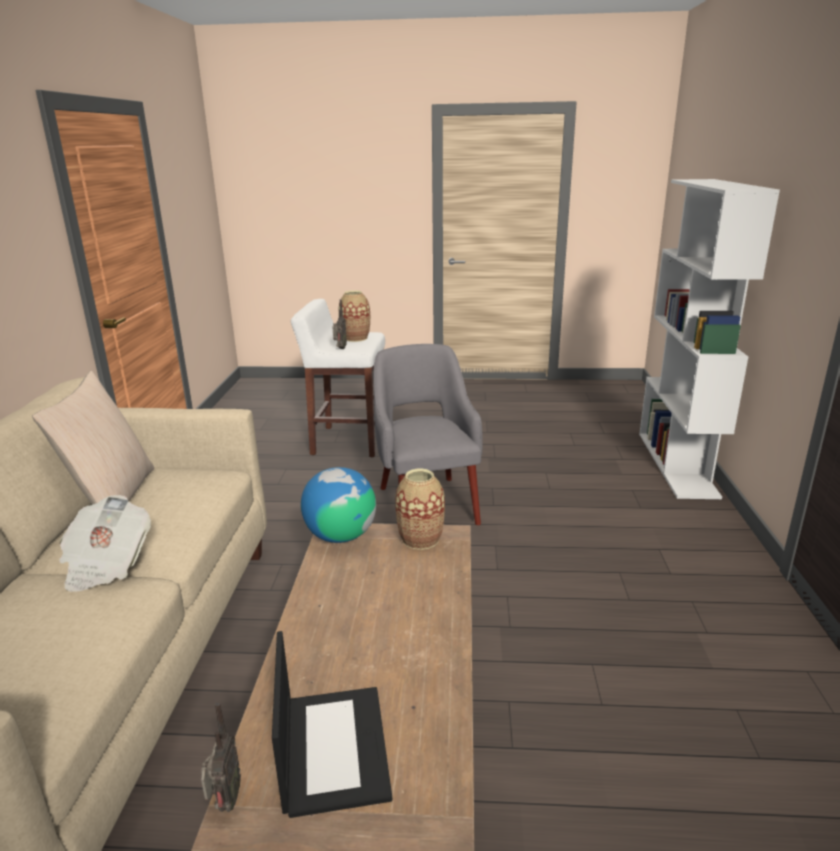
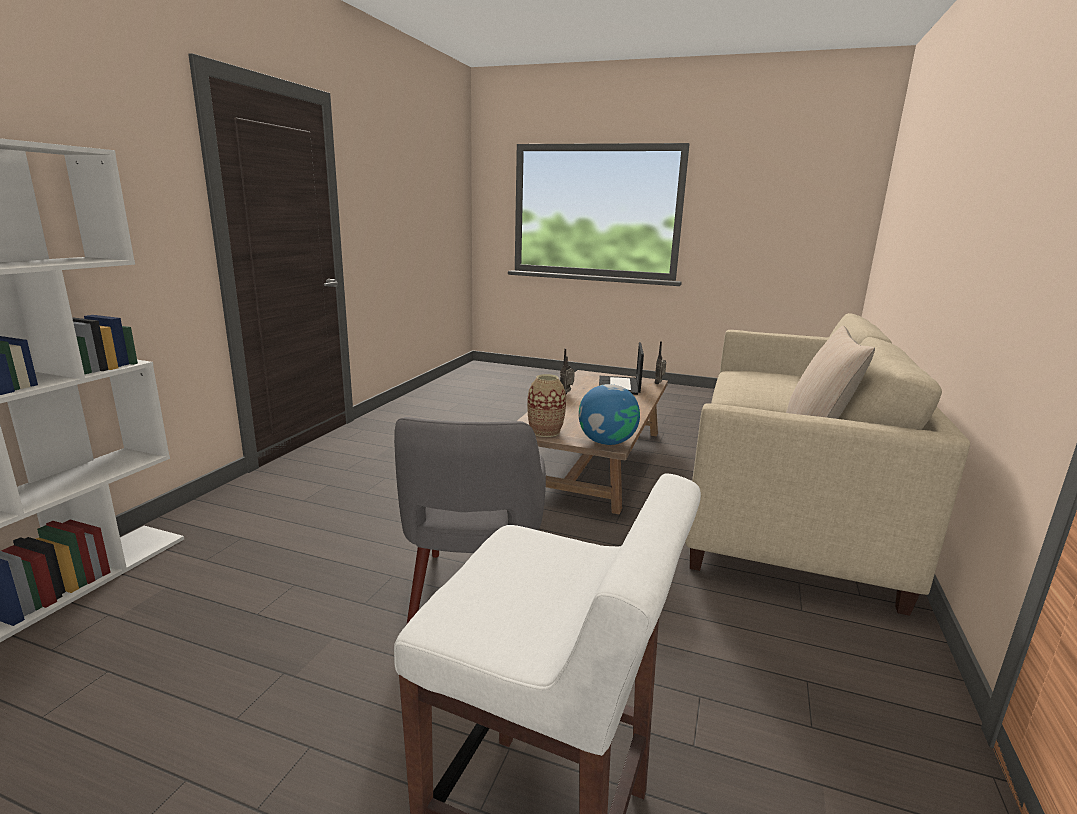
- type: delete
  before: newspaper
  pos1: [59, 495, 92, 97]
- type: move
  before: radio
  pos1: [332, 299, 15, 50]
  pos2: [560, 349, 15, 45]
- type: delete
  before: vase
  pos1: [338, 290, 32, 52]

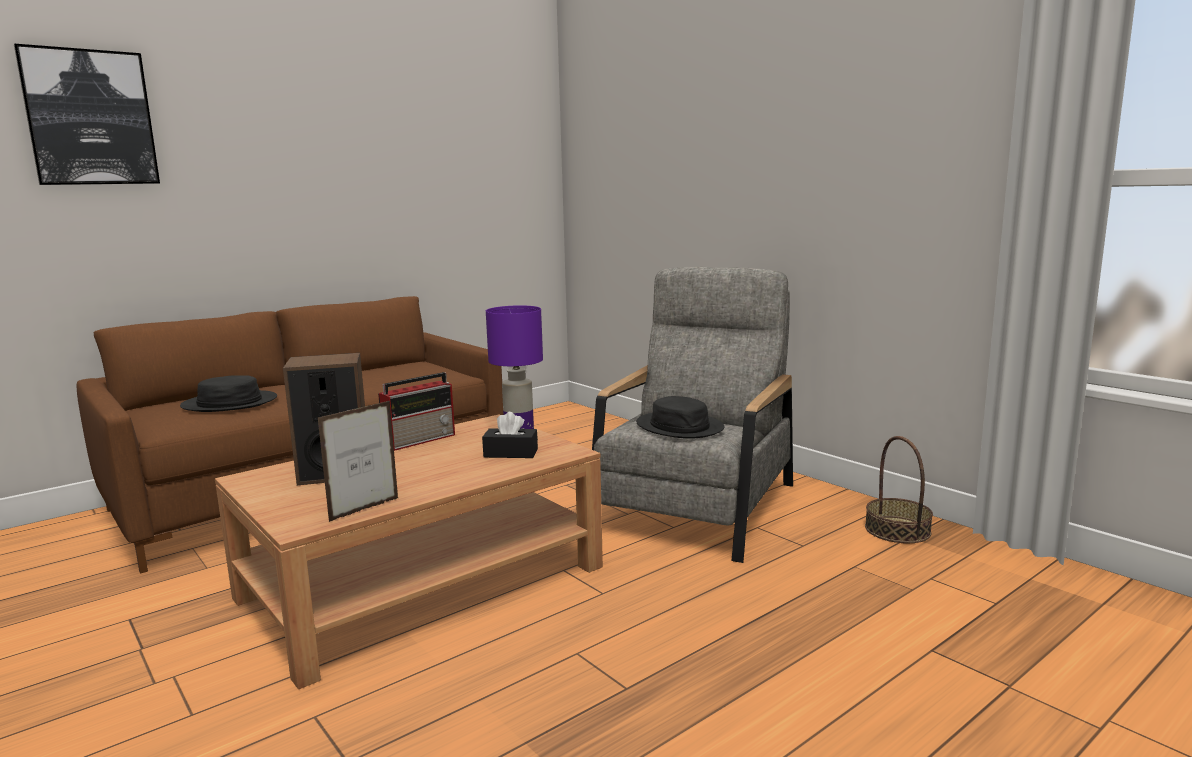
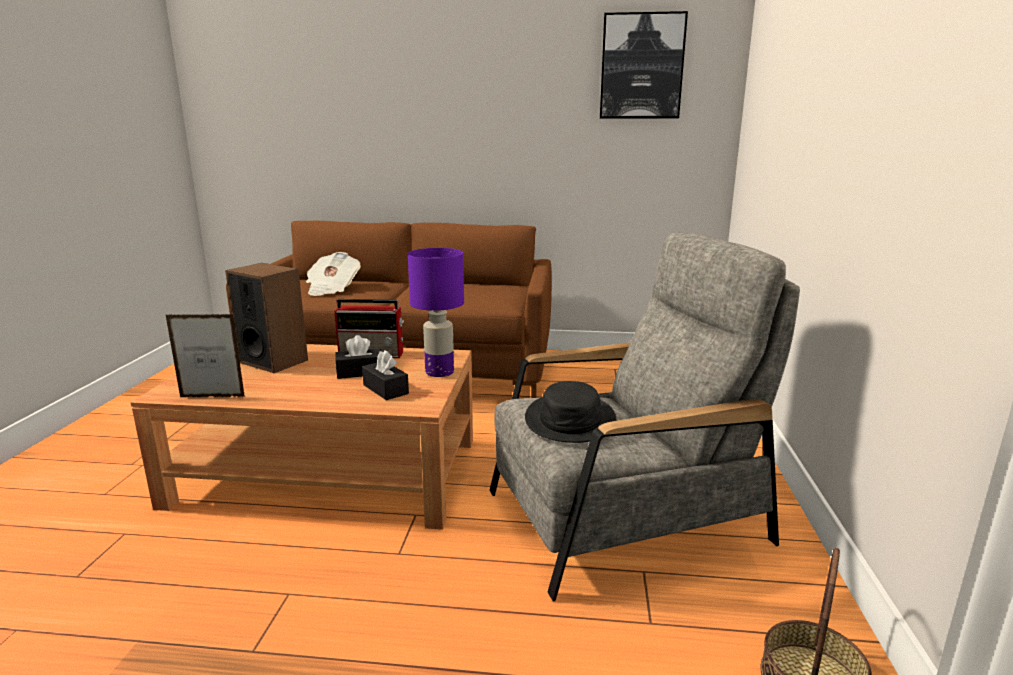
- type: move
  before: picture
  pos1: [14, 44, 146, 141]
  pos2: [600, 11, 88, 108]
- type: replace
  before: black hat
  after: newspaper
  pos1: [180, 375, 97, 37]
  pos2: [306, 252, 55, 44]
- type: insert
  after: black tissue box
  pos2: [335, 335, 47, 44]

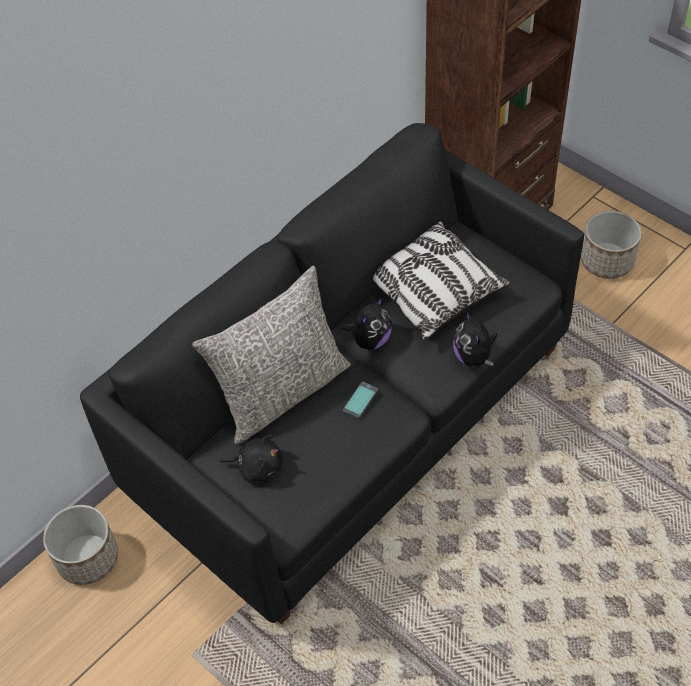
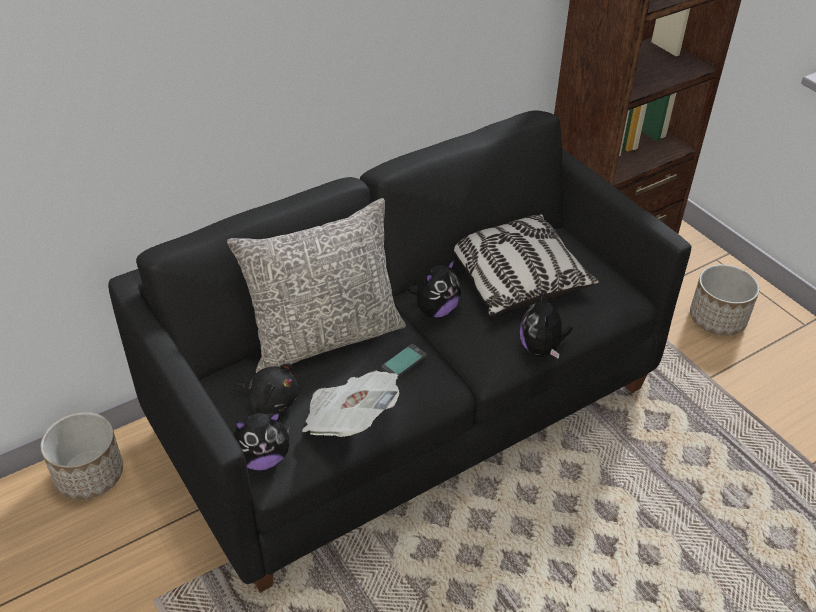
- type: insert
  after: plush toy
  pos2: [234, 412, 56, 59]
- type: insert
  after: newspaper
  pos2: [302, 371, 97, 66]

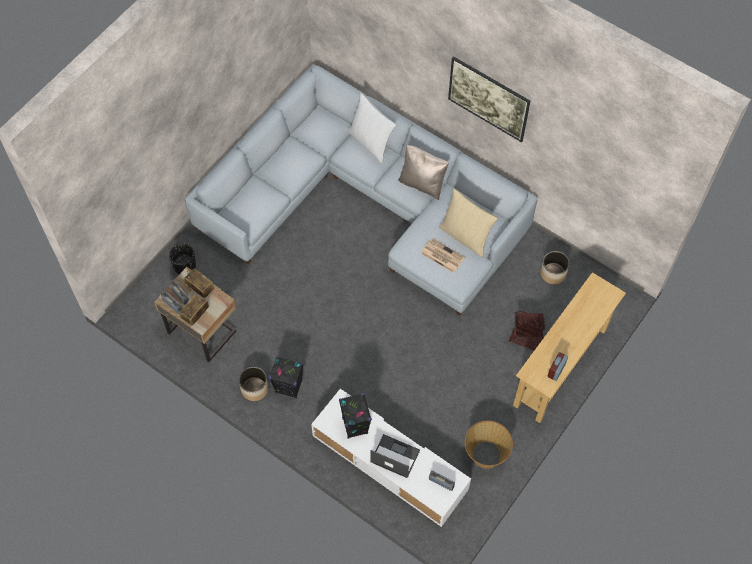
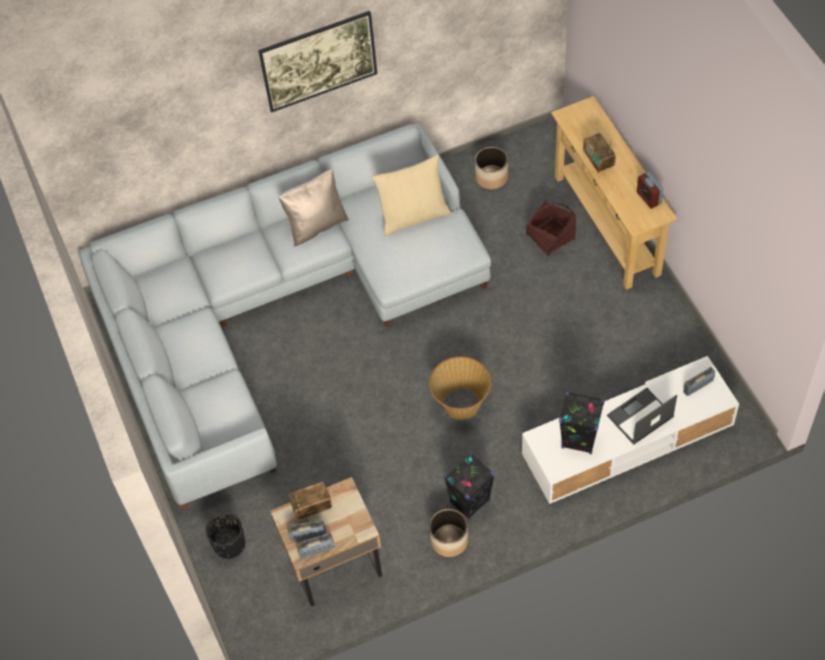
- type: move
  before: radio
  pos1: [179, 294, 30, 32]
  pos2: [583, 133, 33, 40]
- type: delete
  before: white pillow
  pos1: [347, 93, 49, 70]
- type: delete
  before: newspaper
  pos1: [420, 238, 45, 35]
- type: move
  before: basket
  pos1: [464, 420, 49, 49]
  pos2: [429, 356, 62, 64]

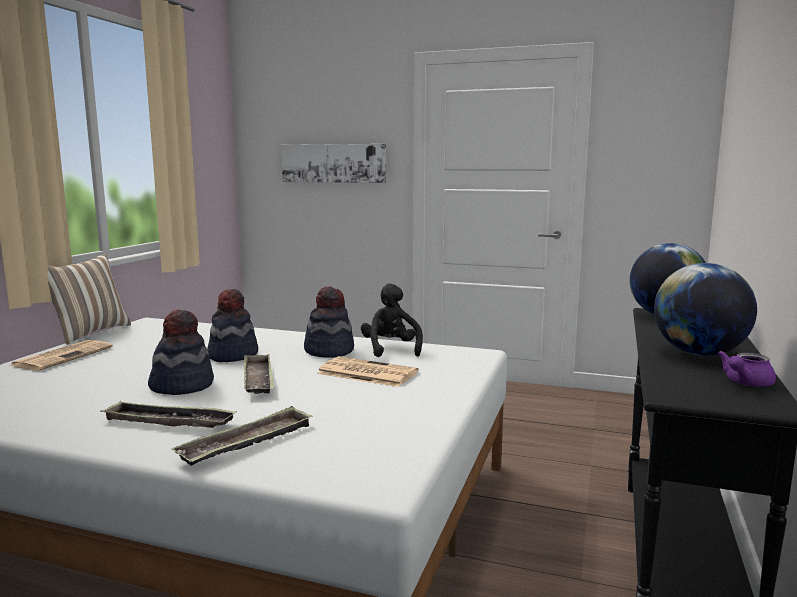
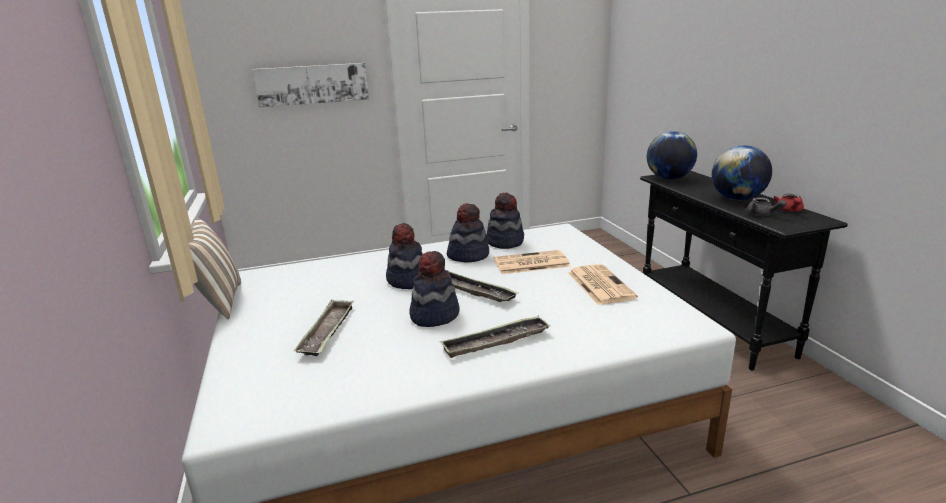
- type: move
  before: newspaper
  pos1: [10, 340, 103, 31]
  pos2: [568, 264, 70, 41]
- type: move
  before: tray
  pos1: [172, 406, 141, 60]
  pos2: [294, 299, 60, 57]
- type: replace
  before: black plush toy
  after: hat
  pos1: [361, 283, 62, 74]
  pos2: [487, 193, 37, 56]
- type: recolor
  before: purple teapot
  after: red teapot
  pos1: [717, 351, 59, 36]
  pos2: [773, 194, 31, 18]
- type: insert
  after: grey teapot
  pos2: [747, 197, 40, 19]

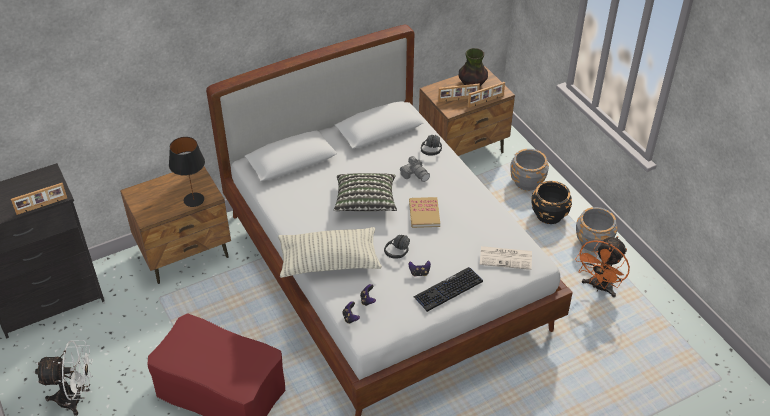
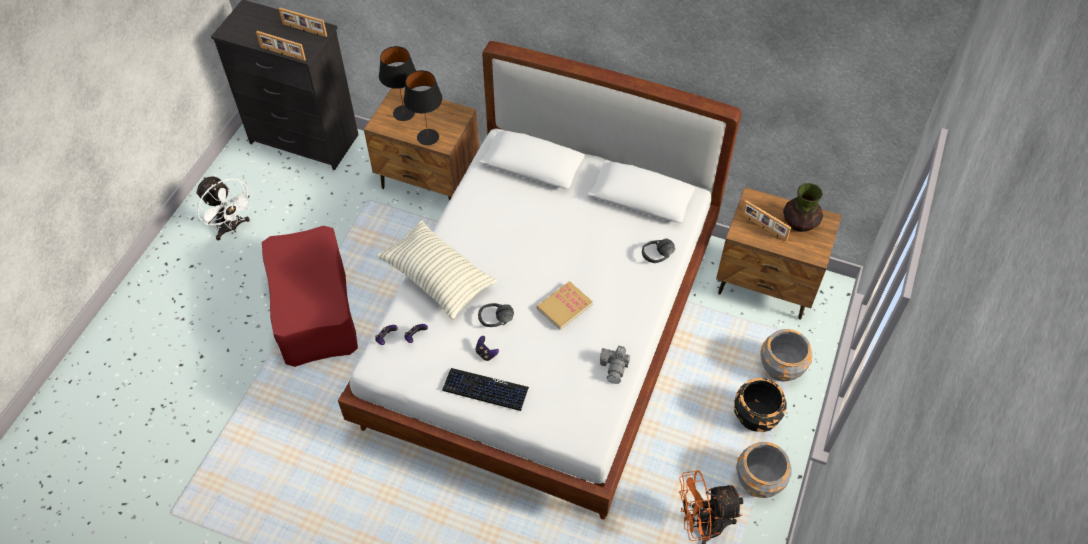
- type: delete
  before: pillow
  pos1: [334, 173, 63, 38]
- type: move
  before: photo camera
  pos1: [400, 156, 30, 26]
  pos2: [600, 346, 30, 38]
- type: move
  before: picture frame
  pos1: [468, 82, 37, 26]
  pos2: [279, 8, 48, 29]
- type: delete
  before: newspaper
  pos1: [480, 246, 52, 24]
- type: insert
  after: black table lamp
  pos2: [379, 46, 37, 75]

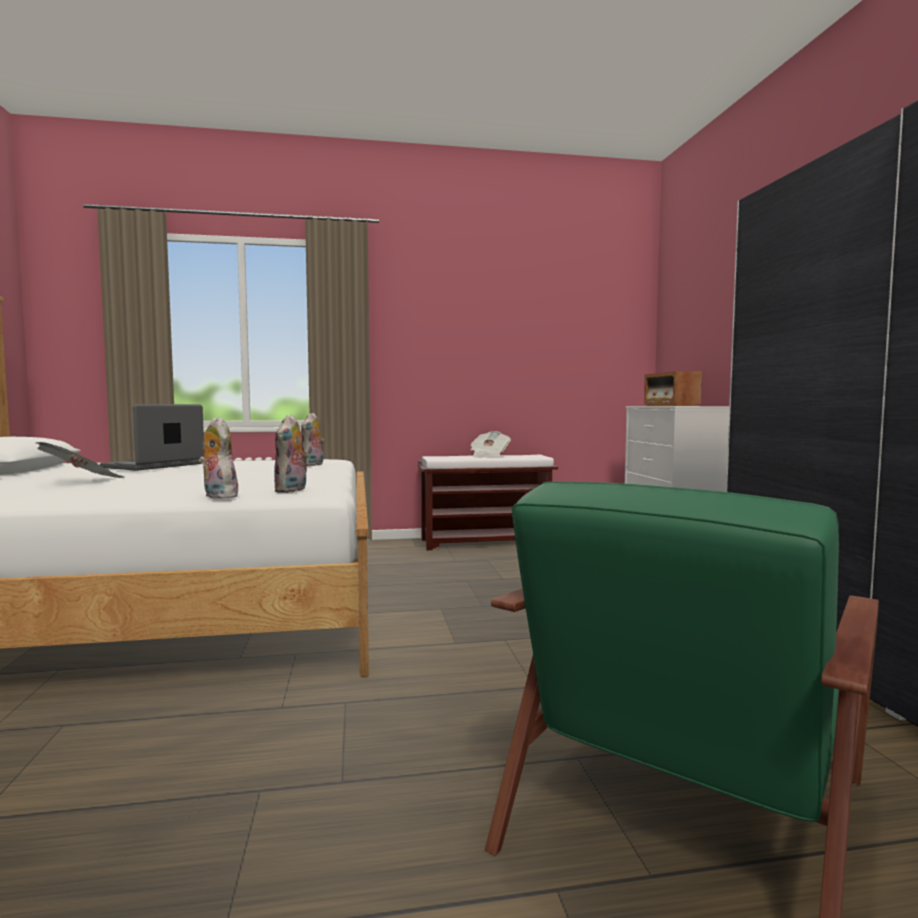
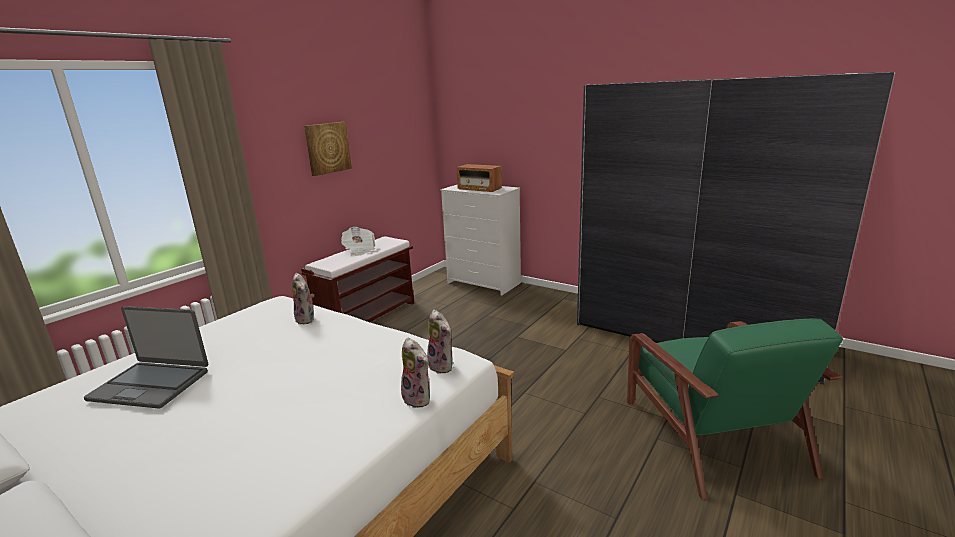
- type: delete
  before: newspaper
  pos1: [36, 442, 88, 36]
- type: rotate
  before: laptop
  pos1: [100, 404, 104, 67]
  pos2: [84, 306, 124, 102]
  turn: -60
- type: rotate
  before: plush toy
  pos1: [199, 417, 39, 82]
  pos2: [401, 337, 29, 71]
  turn: -135
- type: insert
  after: picture
  pos2: [304, 122, 48, 54]

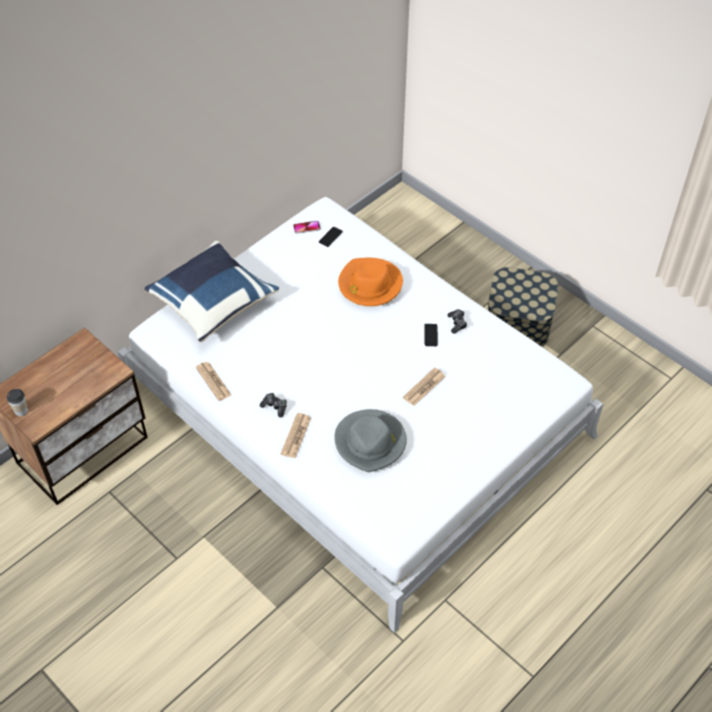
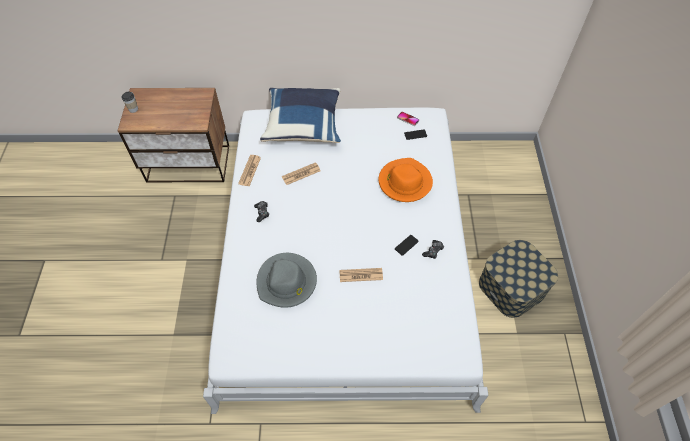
- type: move
  before: newspaper
  pos1: [280, 413, 31, 45]
  pos2: [282, 162, 39, 23]

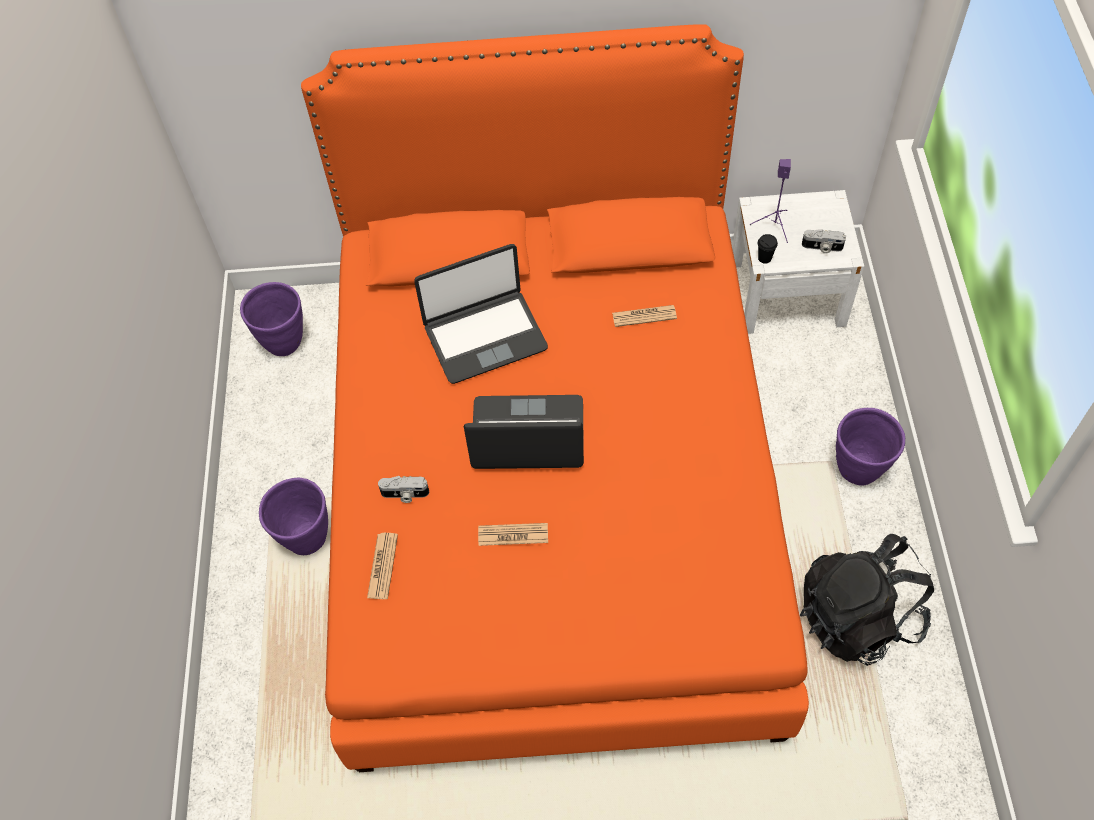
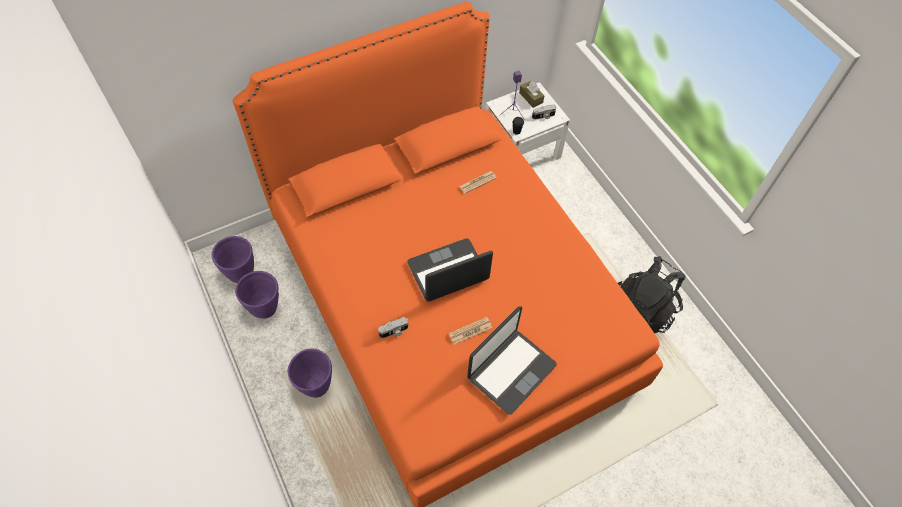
- type: delete
  before: newspaper
  pos1: [367, 533, 31, 66]
- type: move
  before: laptop
  pos1: [414, 244, 134, 140]
  pos2: [467, 306, 90, 109]
- type: move
  before: purple planter
  pos1: [836, 408, 69, 78]
  pos2: [235, 271, 44, 47]
- type: insert
  after: brown tissue box
  pos2: [519, 81, 25, 27]

